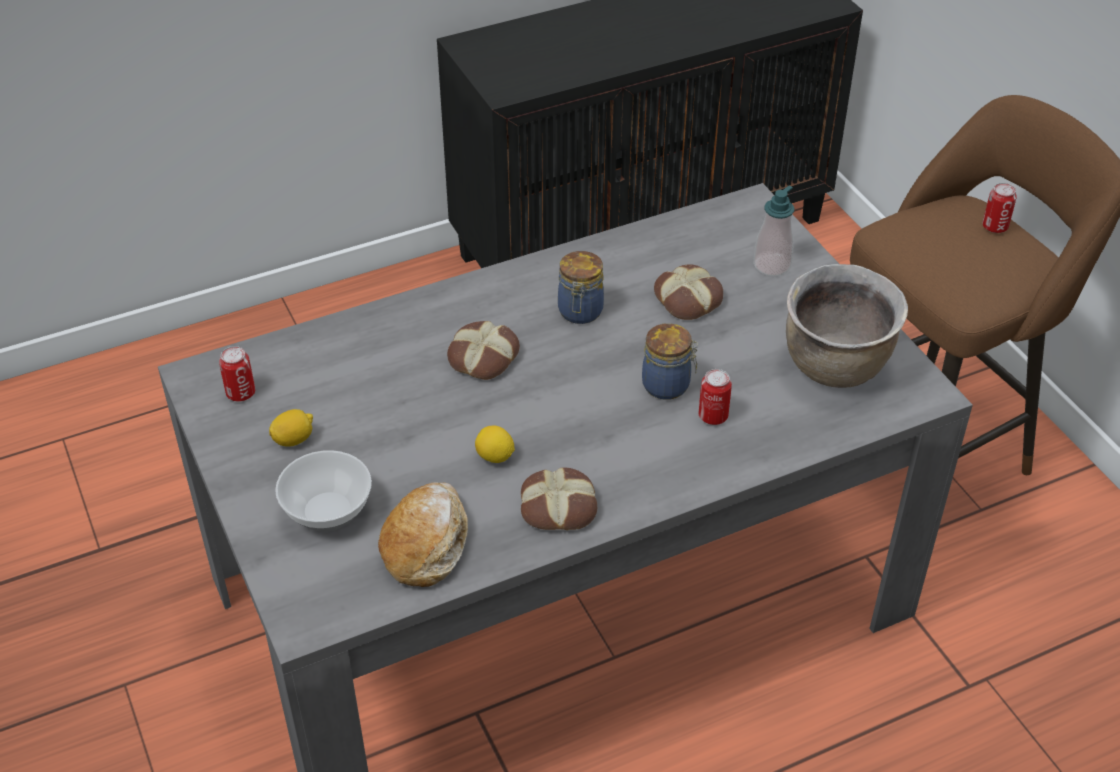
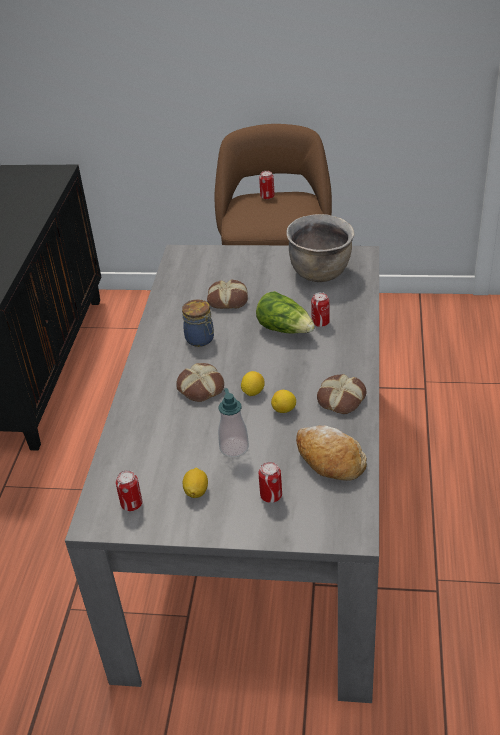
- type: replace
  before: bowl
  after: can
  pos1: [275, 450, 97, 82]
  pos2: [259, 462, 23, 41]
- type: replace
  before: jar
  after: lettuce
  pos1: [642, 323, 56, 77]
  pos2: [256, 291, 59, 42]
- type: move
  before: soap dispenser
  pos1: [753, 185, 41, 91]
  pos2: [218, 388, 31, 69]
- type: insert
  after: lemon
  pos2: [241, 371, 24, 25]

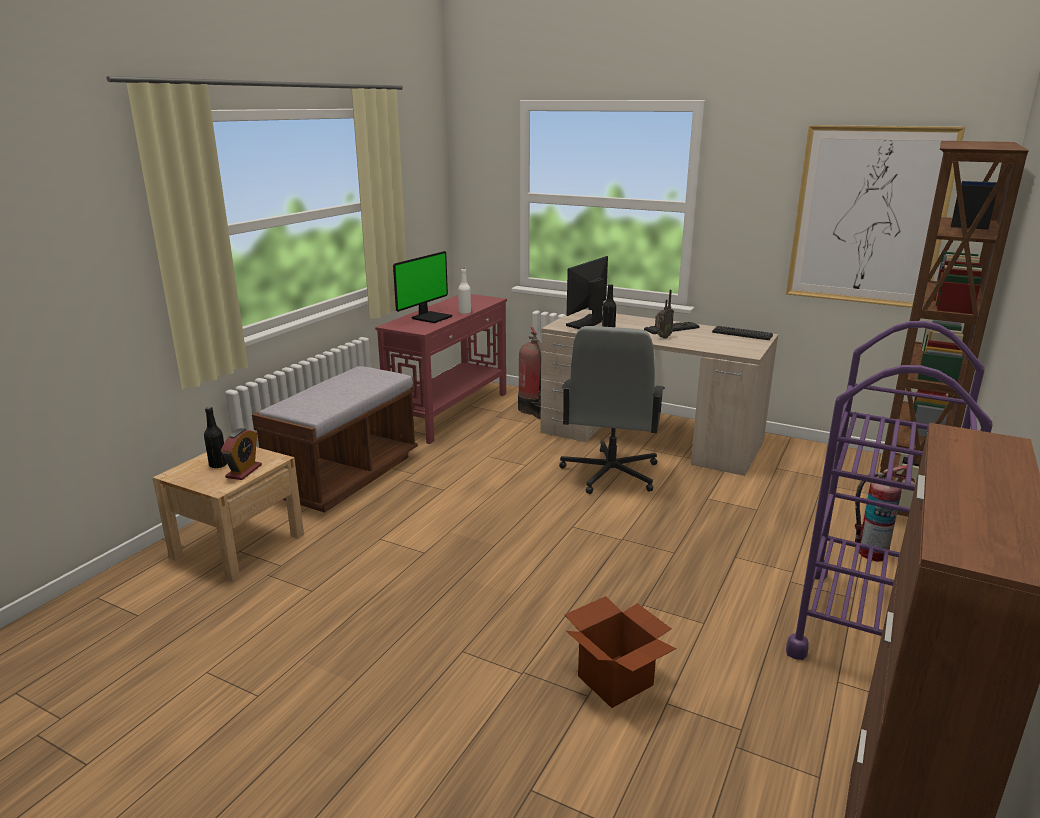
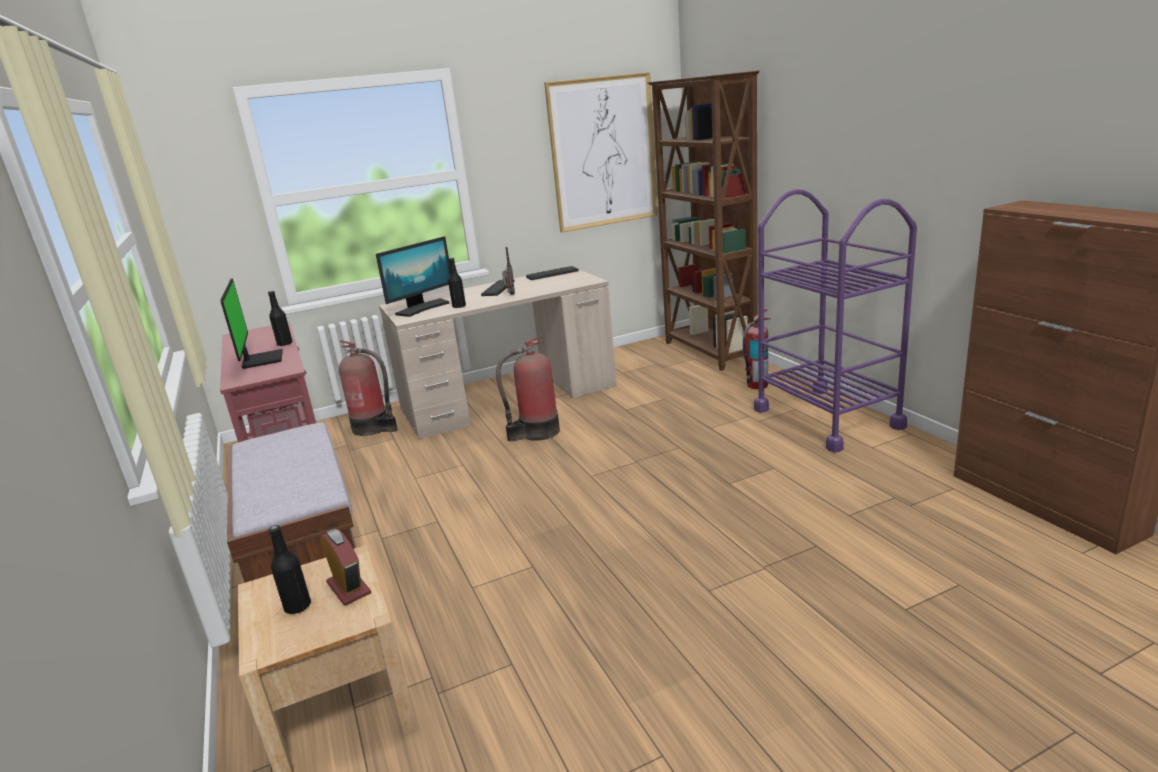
- type: recolor
  before: white bottle
  after: black bottle
  pos1: [458, 269, 13, 45]
  pos2: [268, 291, 25, 55]
- type: replace
  before: grey office chair
  after: fire extinguisher
  pos1: [559, 326, 106, 168]
  pos2: [496, 336, 64, 105]
- type: delete
  before: cardboard box
  pos1: [564, 596, 112, 112]
- type: rotate
  before: monitor
  pos1: [566, 256, 42, 73]
  pos2: [376, 236, 74, 81]
  turn: -120

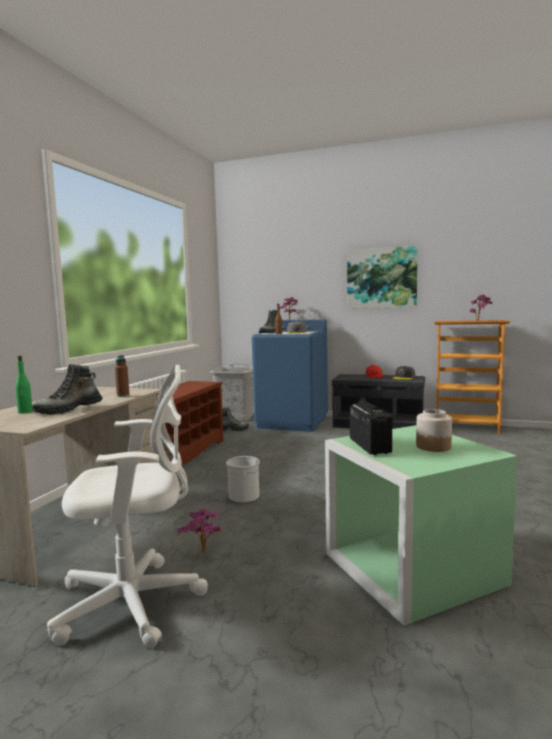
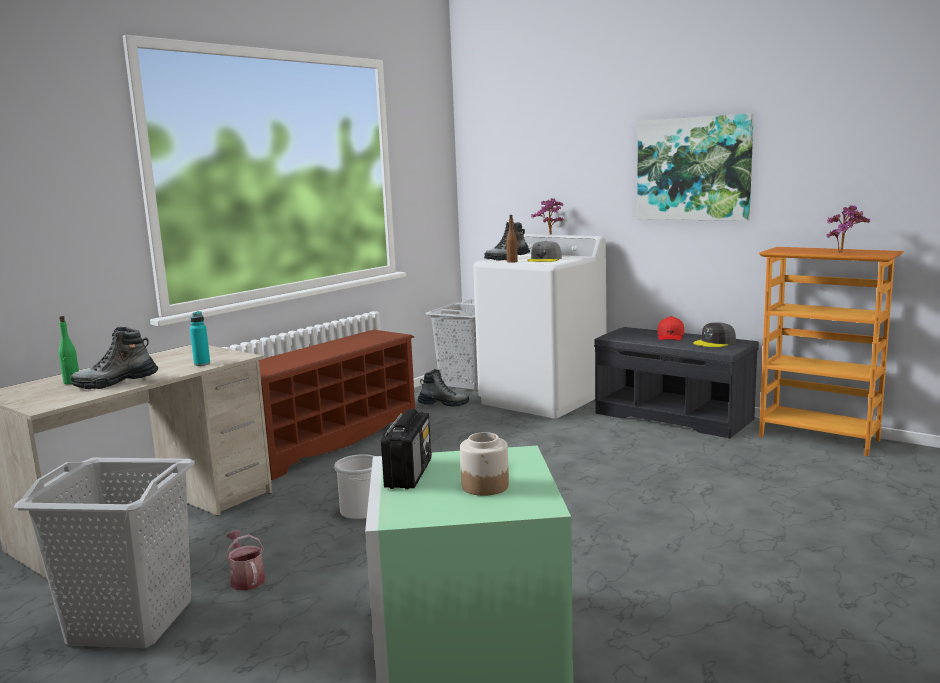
- type: replace
  before: white office chair
  after: grey laundry basket
  pos1: [47, 365, 161, 283]
  pos2: [14, 458, 181, 190]
- type: recolor
  before: brown bottle
  after: turquoise bottle
  pos1: [115, 355, 14, 42]
  pos2: [190, 311, 20, 55]
- type: replace
  before: potted plant
  after: watering can
  pos1: [177, 509, 45, 44]
  pos2: [226, 531, 39, 59]
- type: recolor
  before: blue washing machine
  after: white washing machine
  pos1: [252, 319, 76, 113]
  pos2: [473, 234, 134, 185]

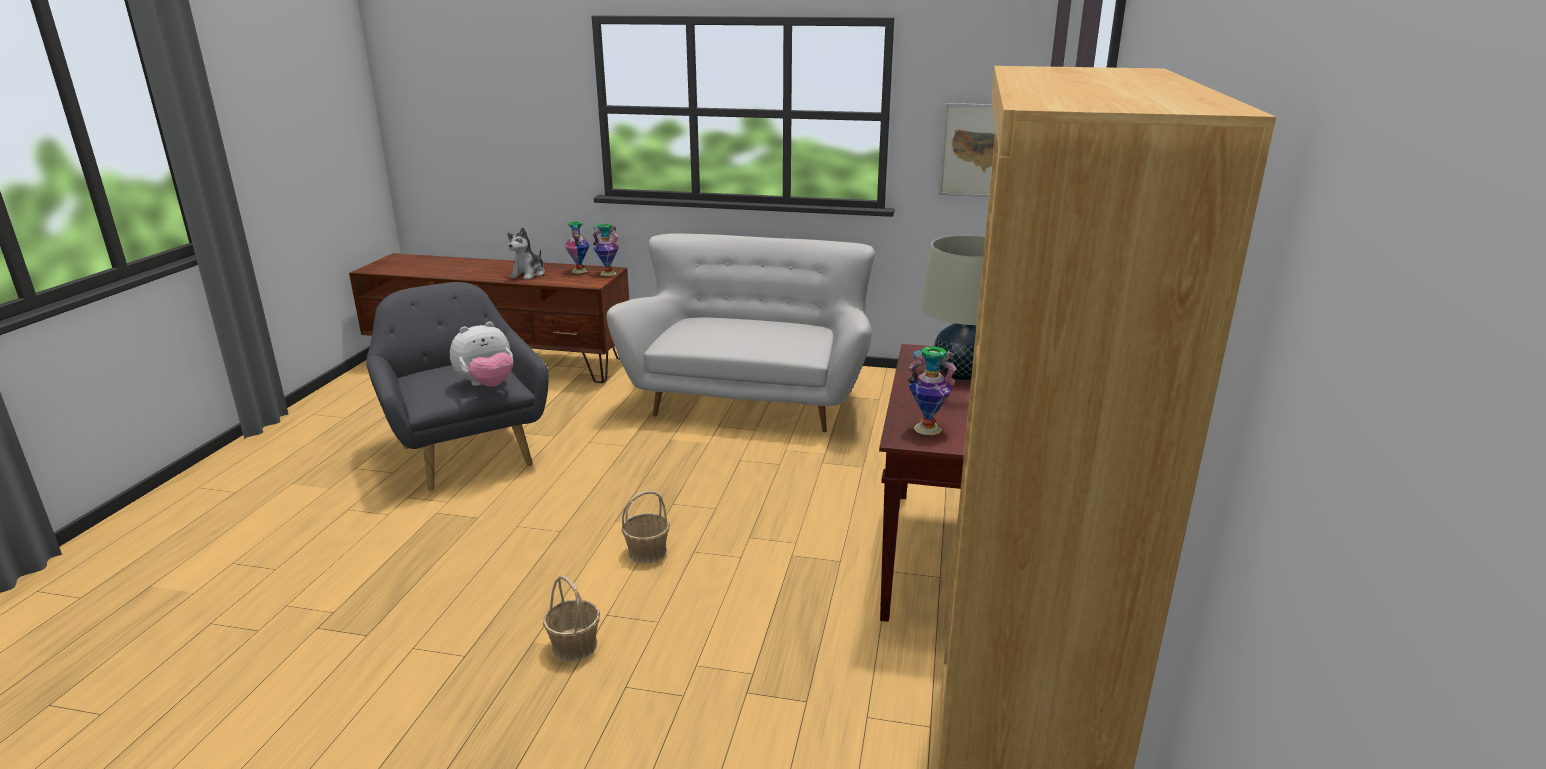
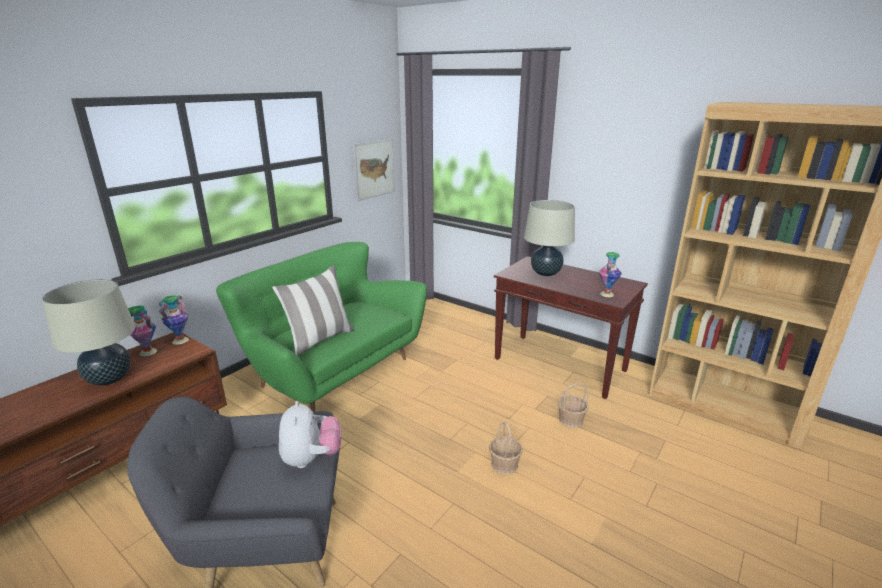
- type: replace
  before: plush toy
  after: beige table lamp
  pos1: [507, 227, 38, 53]
  pos2: [42, 279, 93, 106]
- type: move
  before: basket
  pos1: [543, 575, 57, 86]
  pos2: [558, 383, 30, 45]
- type: recolor
  before: white sofa
  after: green sofa
  pos1: [606, 233, 269, 199]
  pos2: [216, 242, 211, 169]
- type: insert
  after: pillow
  pos2: [272, 265, 82, 92]

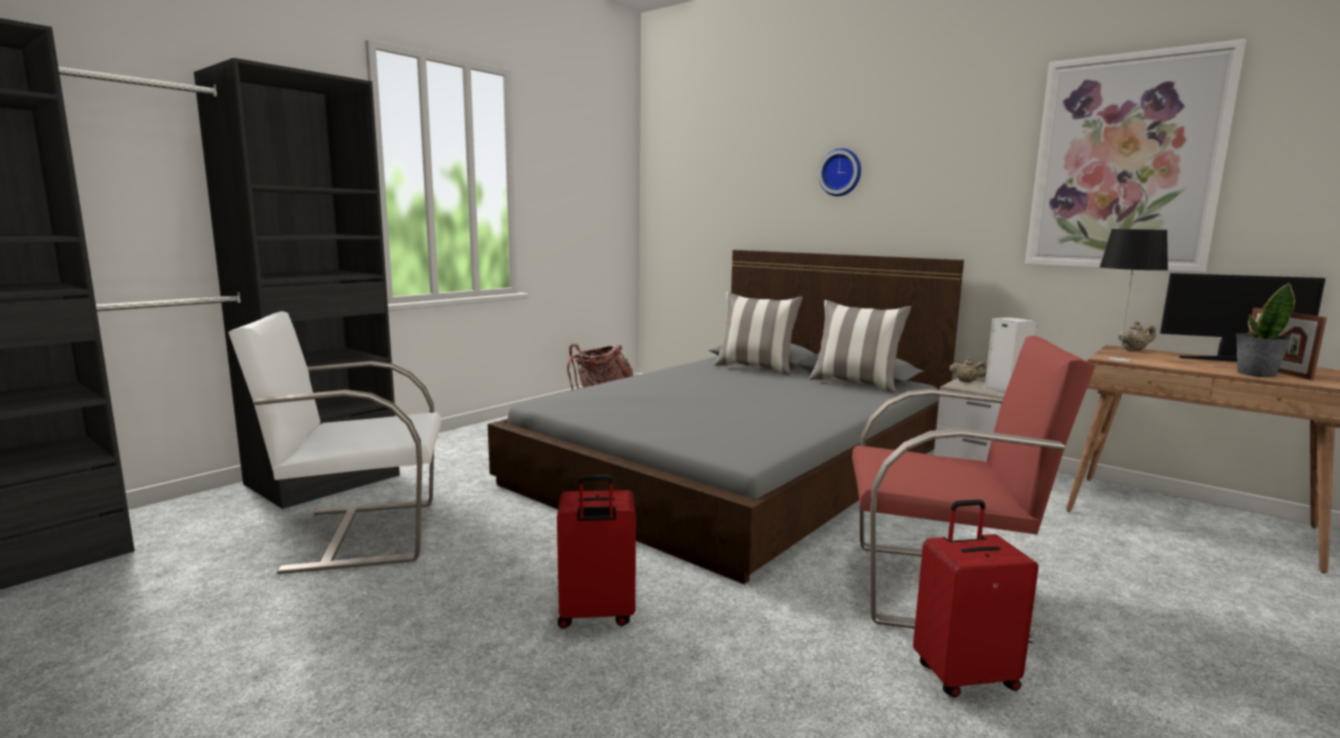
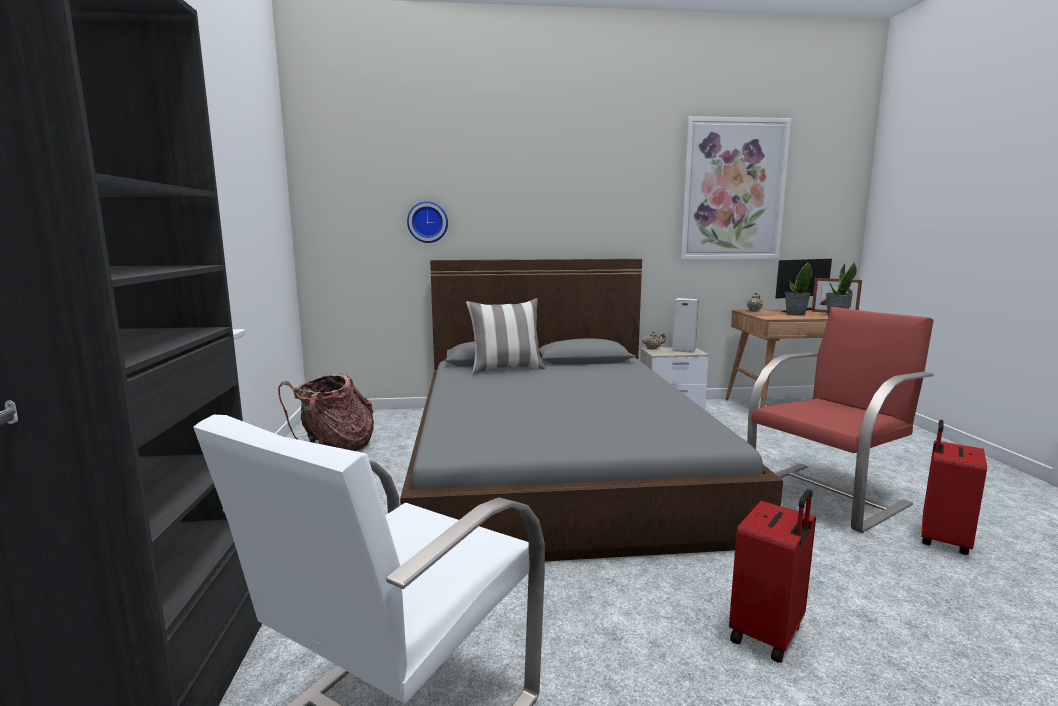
- type: delete
  before: pillow
  pos1: [809, 300, 102, 93]
- type: move
  before: wall clock
  pos1: [818, 148, 43, 48]
  pos2: [407, 201, 41, 42]
- type: delete
  before: table lamp
  pos1: [1100, 229, 68, 132]
- type: insert
  after: potted plant
  pos2: [784, 262, 28, 54]

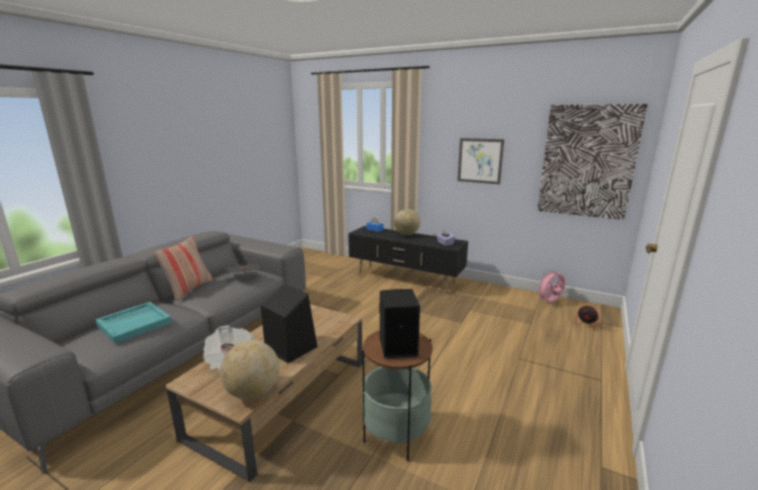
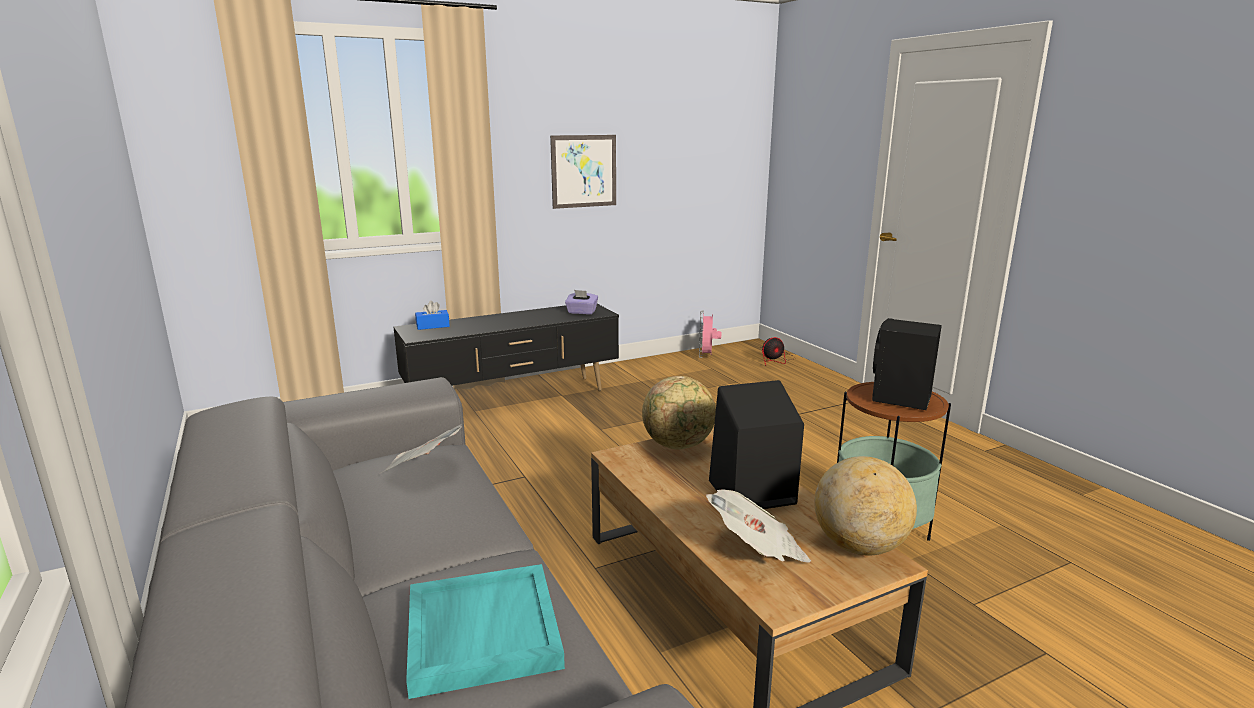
- type: delete
  before: pillow
  pos1: [153, 236, 60, 65]
- type: move
  before: globe
  pos1: [394, 209, 27, 26]
  pos2: [642, 376, 74, 73]
- type: delete
  before: picture
  pos1: [537, 104, 111, 116]

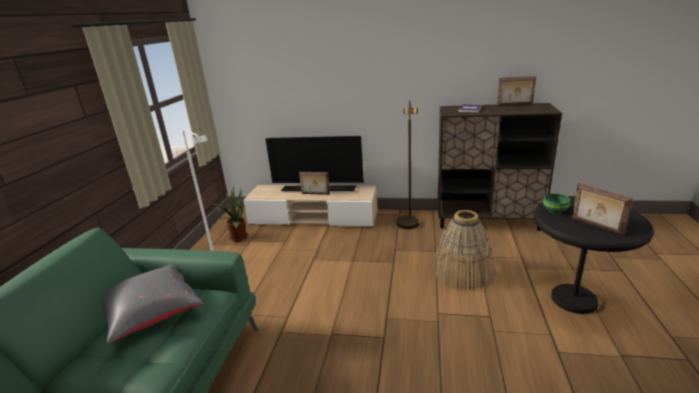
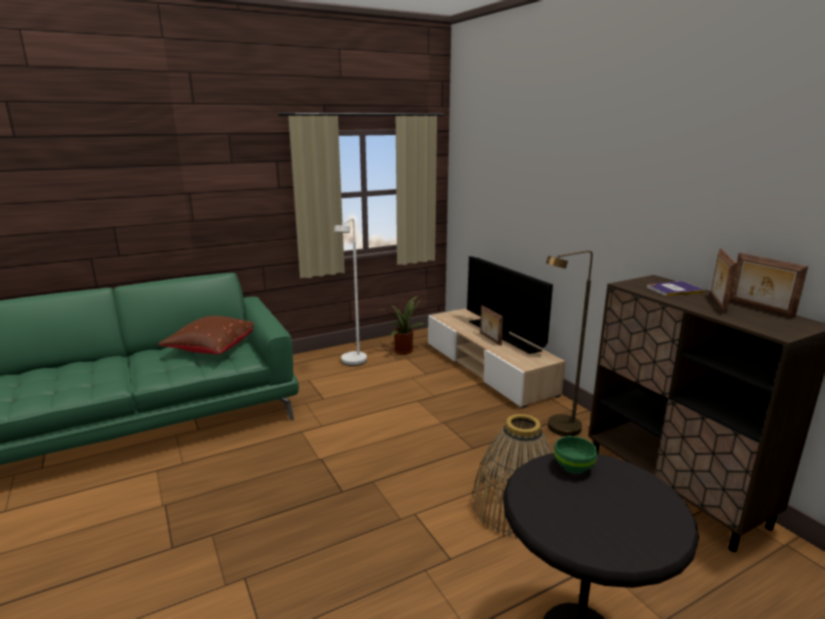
- type: recolor
  before: grey pillow
  after: brown pillow
  pos1: [103, 265, 100, 79]
  pos2: [158, 316, 96, 38]
- type: move
  before: picture frame
  pos1: [572, 183, 61, 53]
  pos2: [711, 249, 26, 65]

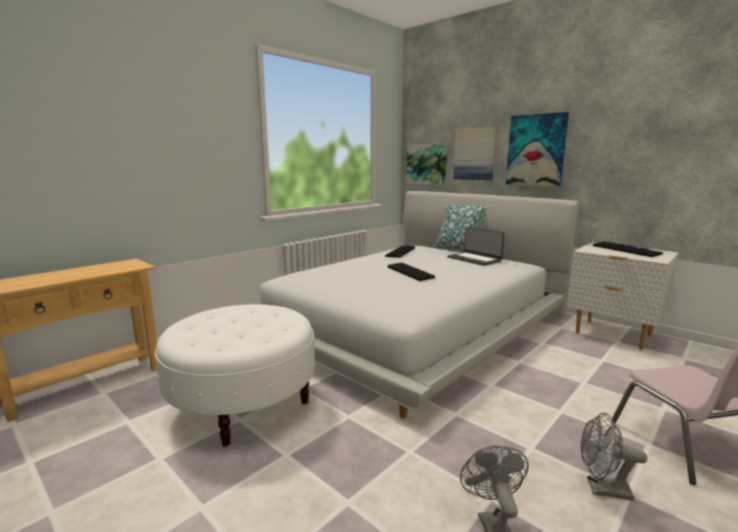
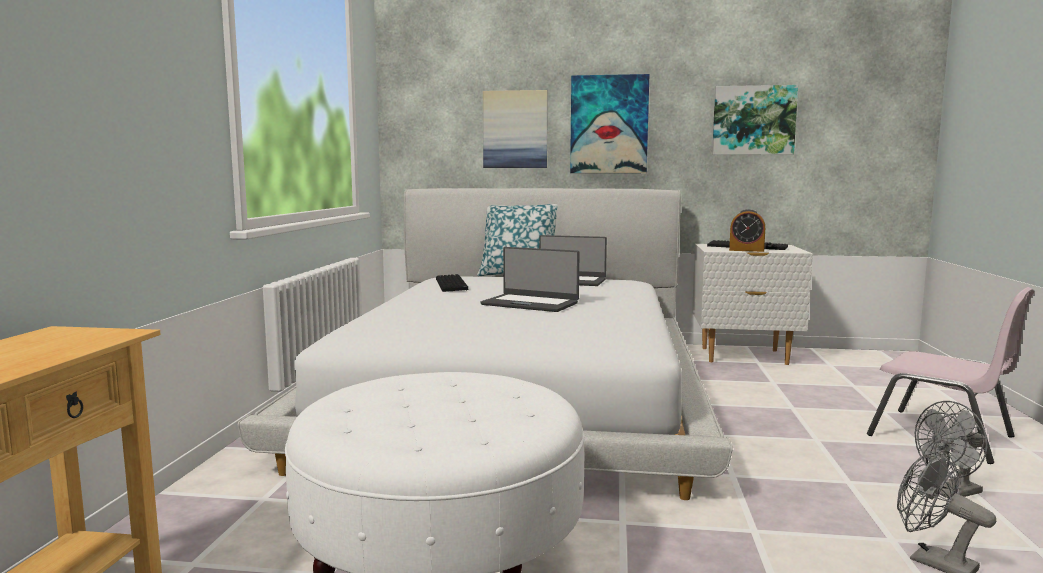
- type: replace
  before: keyboard
  after: laptop
  pos1: [387, 262, 48, 19]
  pos2: [480, 247, 100, 65]
- type: move
  before: picture
  pos1: [407, 144, 40, 41]
  pos2: [712, 85, 86, 70]
- type: insert
  after: alarm clock
  pos2: [729, 209, 36, 43]

